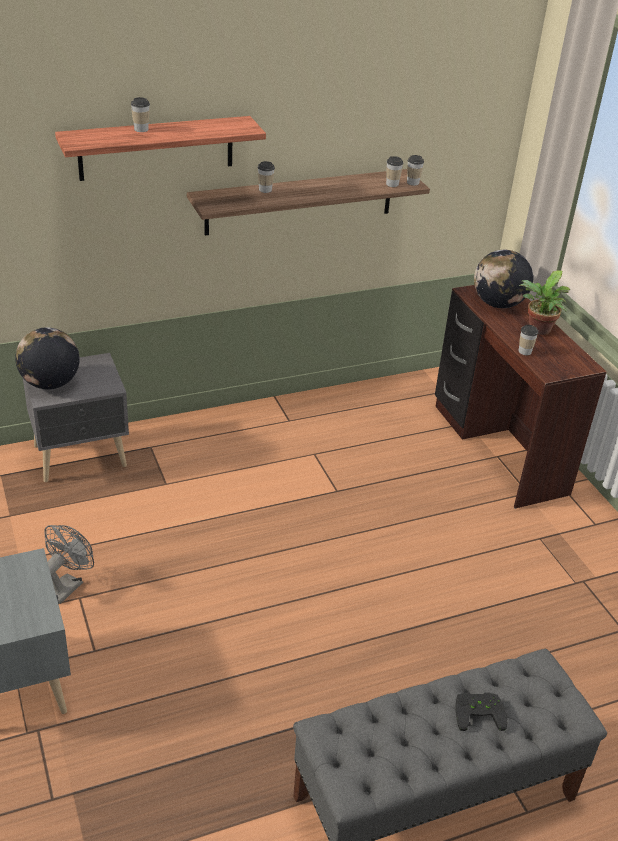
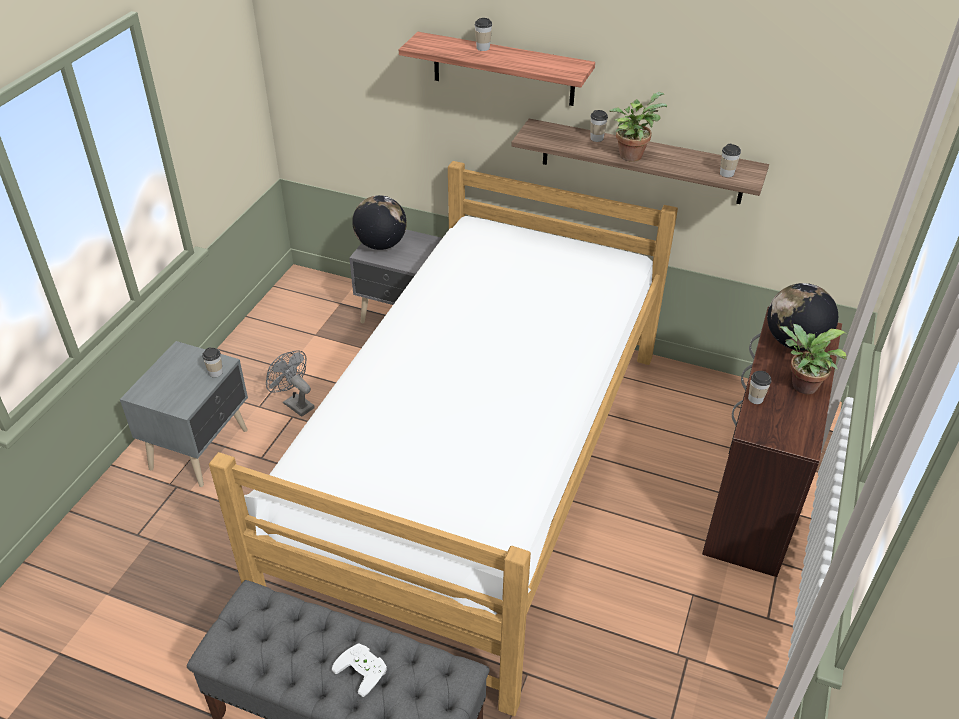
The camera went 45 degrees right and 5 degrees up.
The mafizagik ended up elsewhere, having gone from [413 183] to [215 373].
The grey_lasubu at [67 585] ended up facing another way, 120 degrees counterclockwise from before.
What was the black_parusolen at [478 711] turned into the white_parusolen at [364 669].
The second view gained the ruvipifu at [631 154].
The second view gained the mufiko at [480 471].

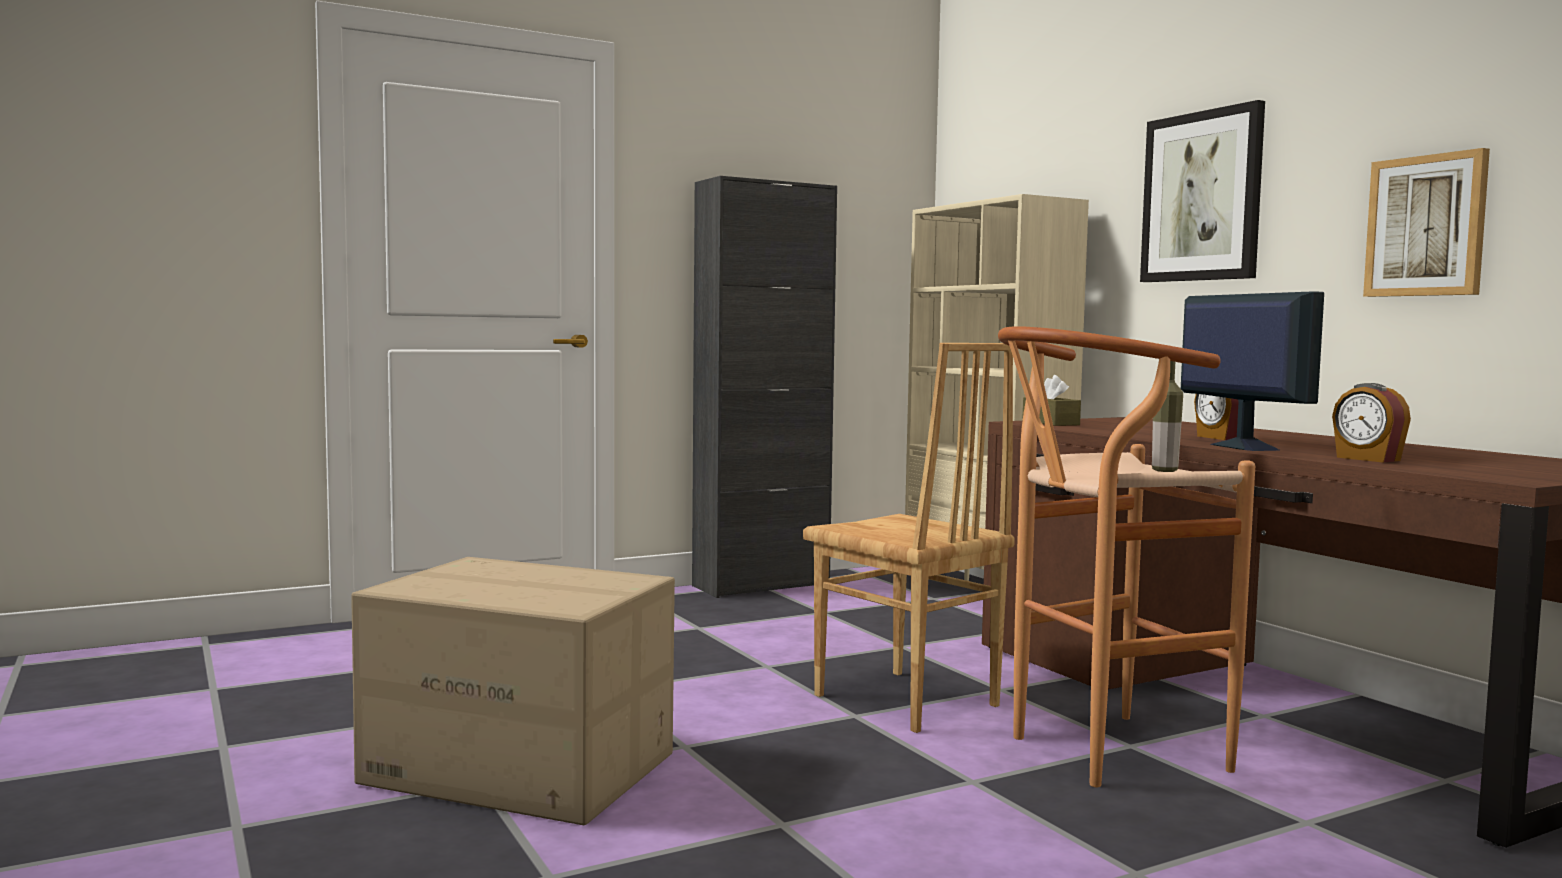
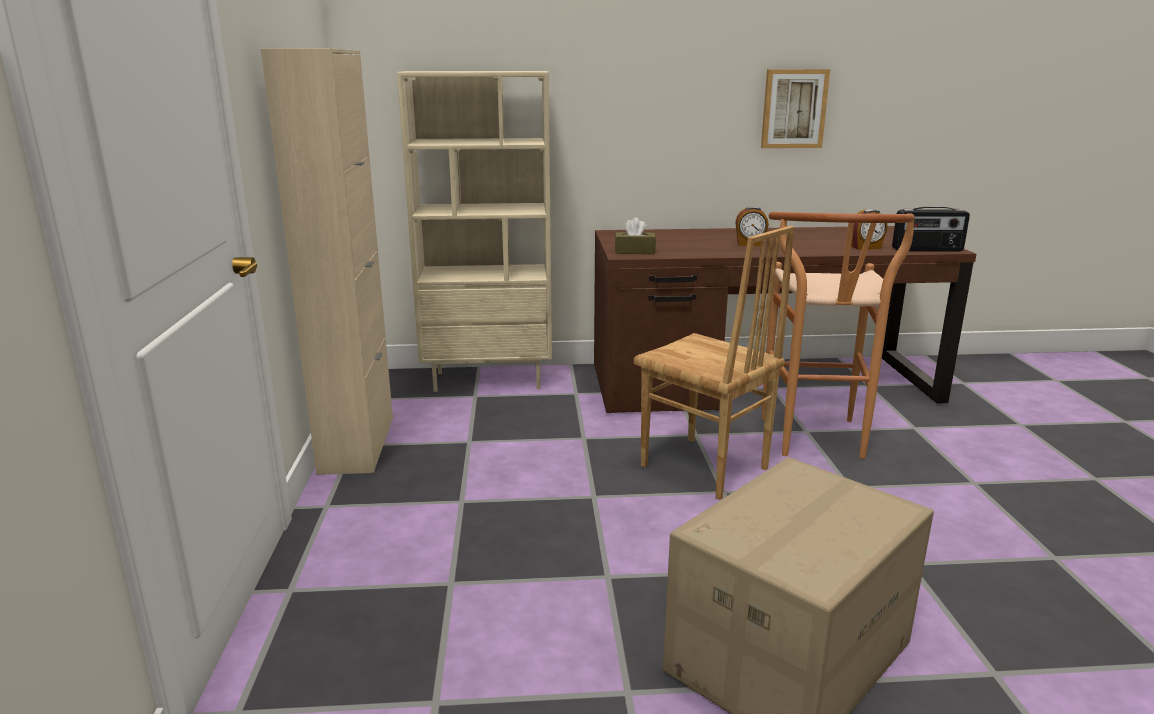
The camera went 65 degrees left and 15 degrees up.
The second view lost the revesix at [1202 197].
What was the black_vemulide at [761 585] turned into the beige_vemulide at [357 445].
The second view lost the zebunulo at [1242 447].
The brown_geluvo at [905 701] ended up facing another way, 60 degrees clockwise from before.
The second view lost the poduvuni at [1164 471].
The second view gained the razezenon at [927 250].

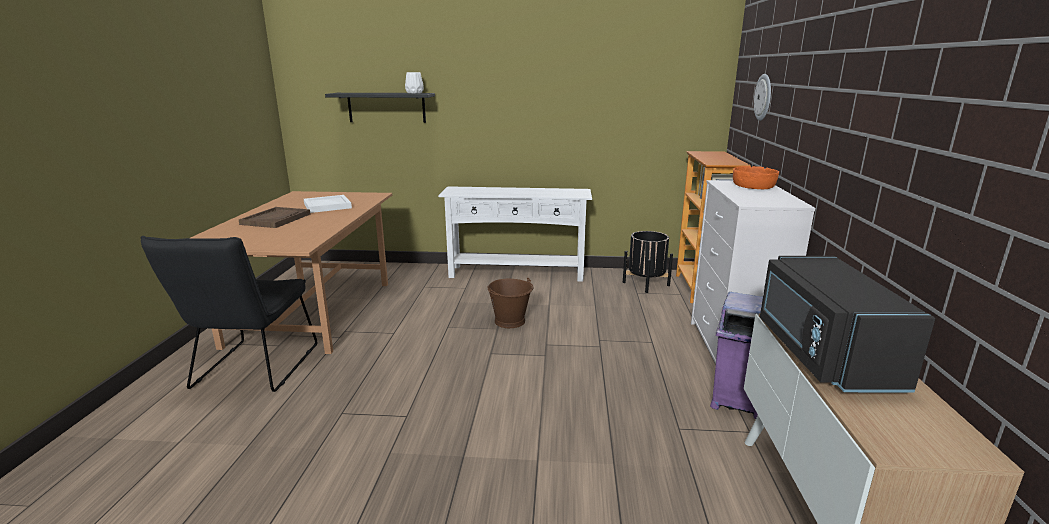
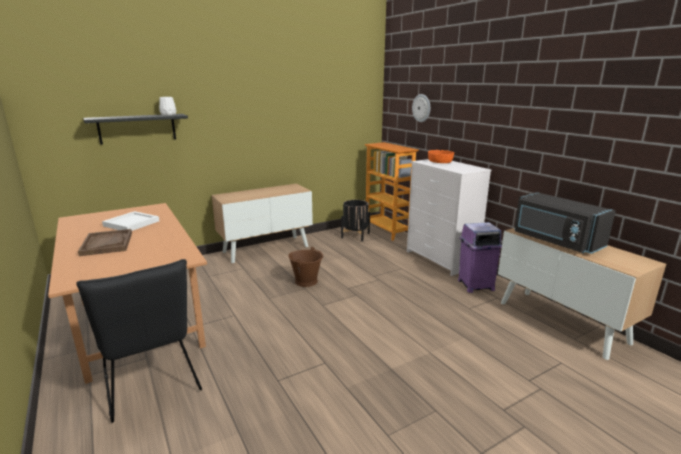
The camera went 35 degrees left and 0 degrees up.
Where the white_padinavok stood at [516 273], the vemulide came to stand at [266 249].

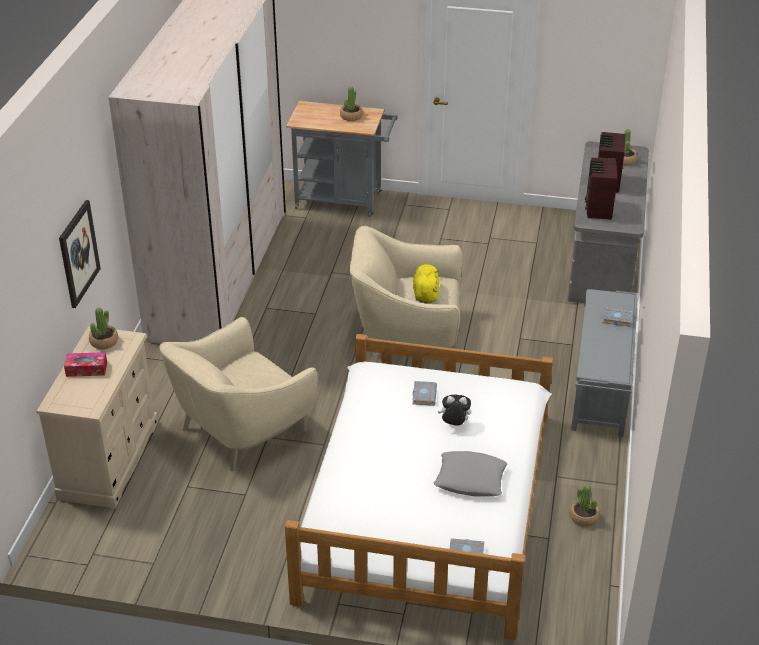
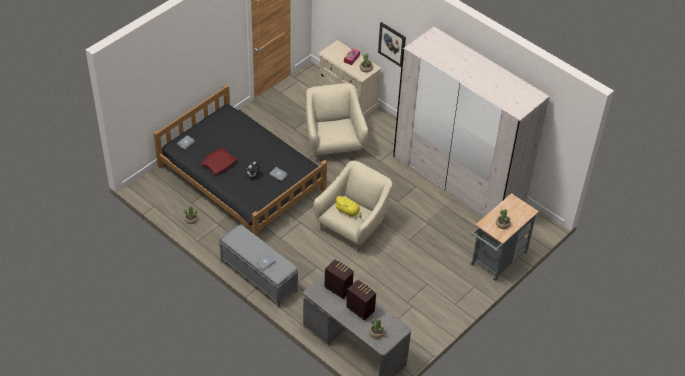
The camera went 120 degrees right and 10 degrees up.
What was the white_mufiko at [427 502] turned into the black_mufiko at [242 177].
What was the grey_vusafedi at [470 479] turned into the red_vusafedi at [219 163].

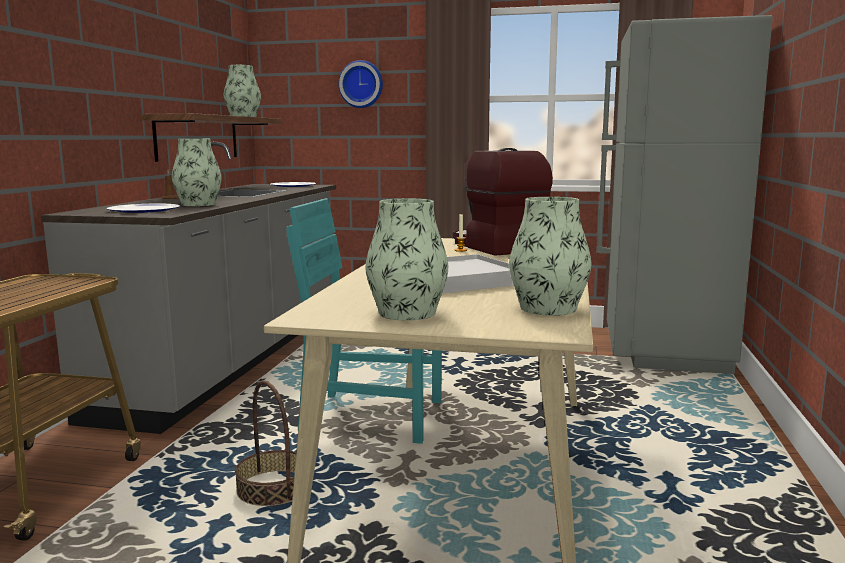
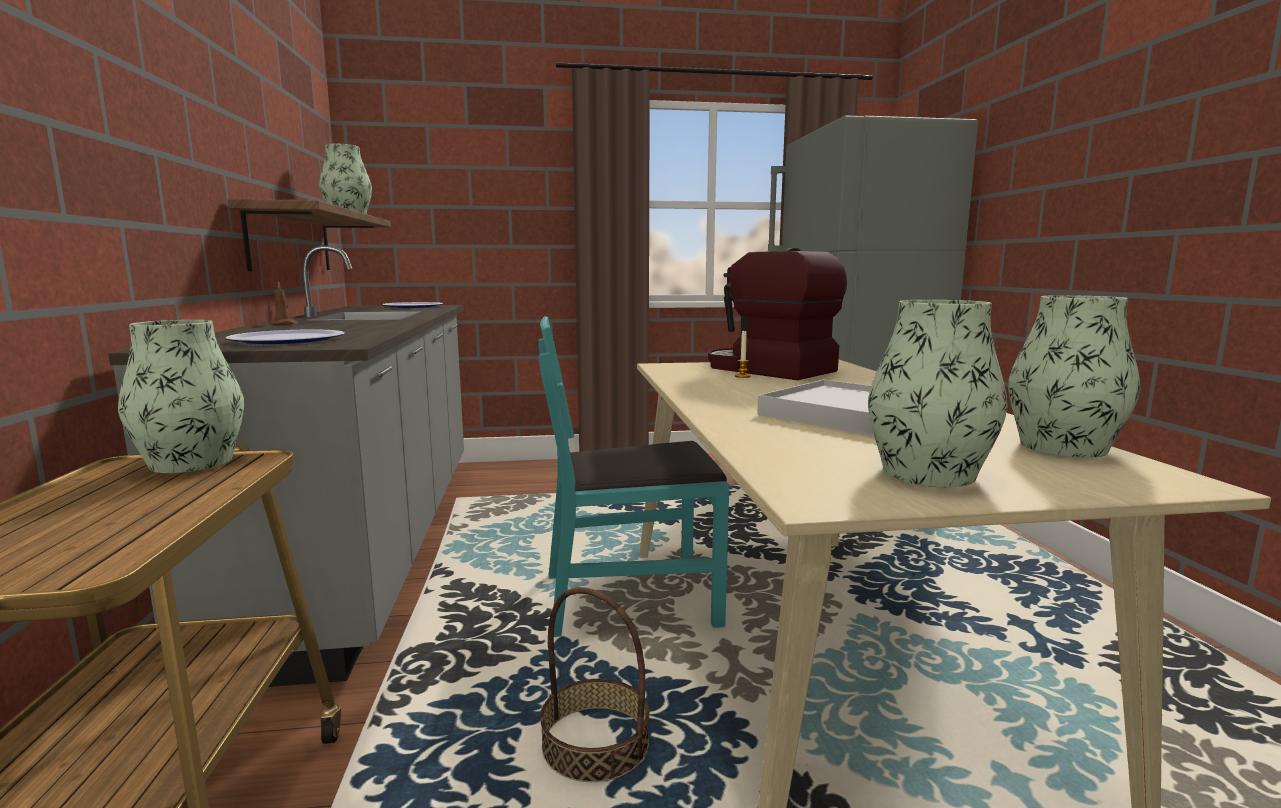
The camera went 20 degrees left and 0 degrees up.
The second view lost the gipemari at [361 84].
The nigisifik ended up elsewhere, having gone from [198 204] to [191 462].

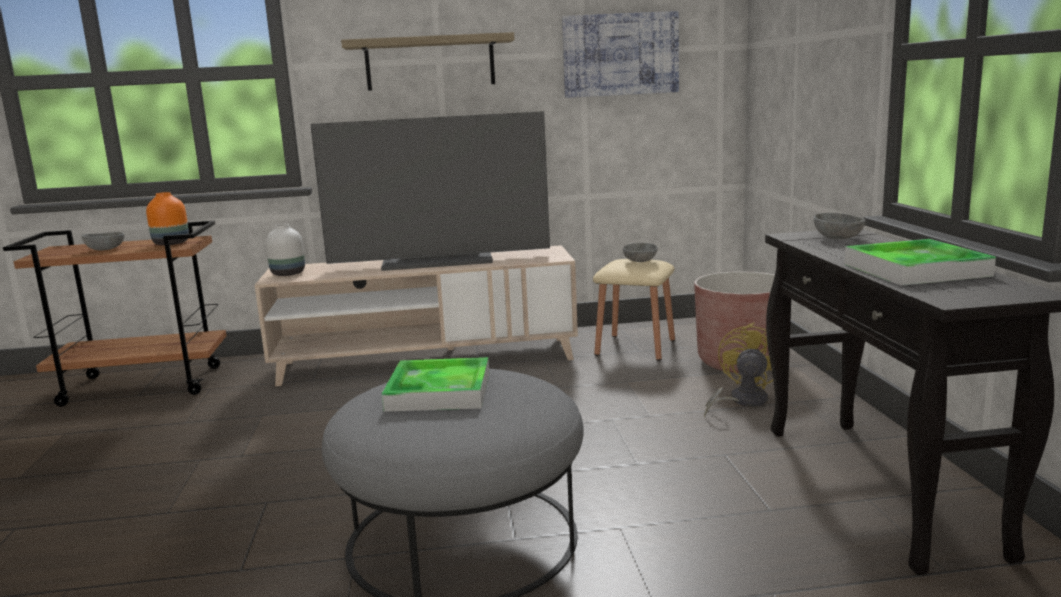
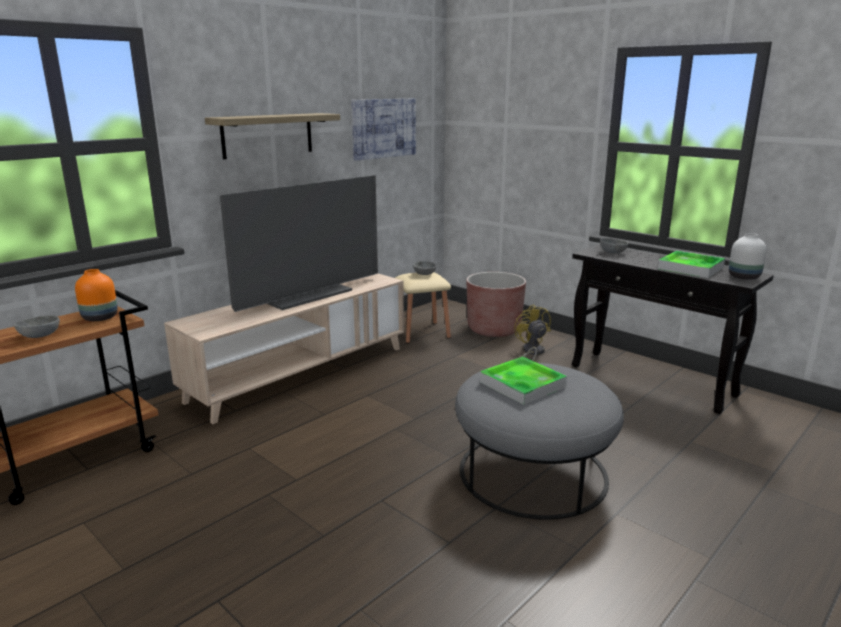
The camera went 40 degrees left and 5 degrees up.
The white_nigisifik ended up elsewhere, having gone from [287 274] to [744 277].

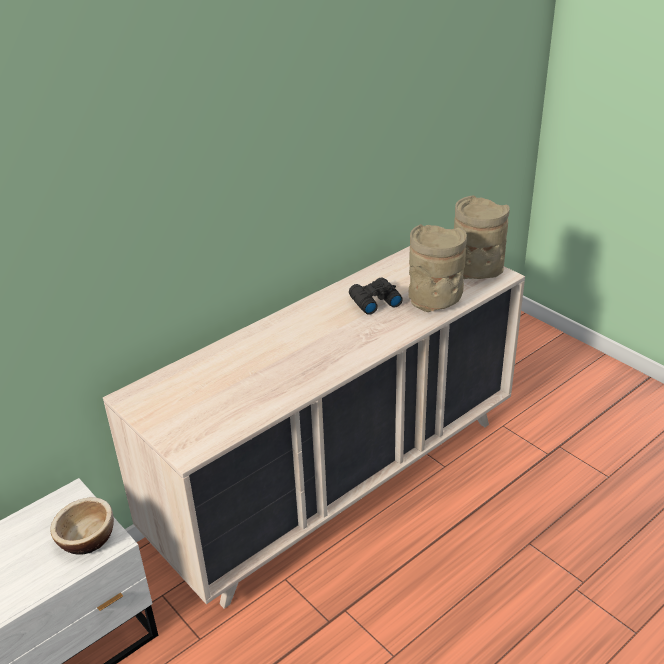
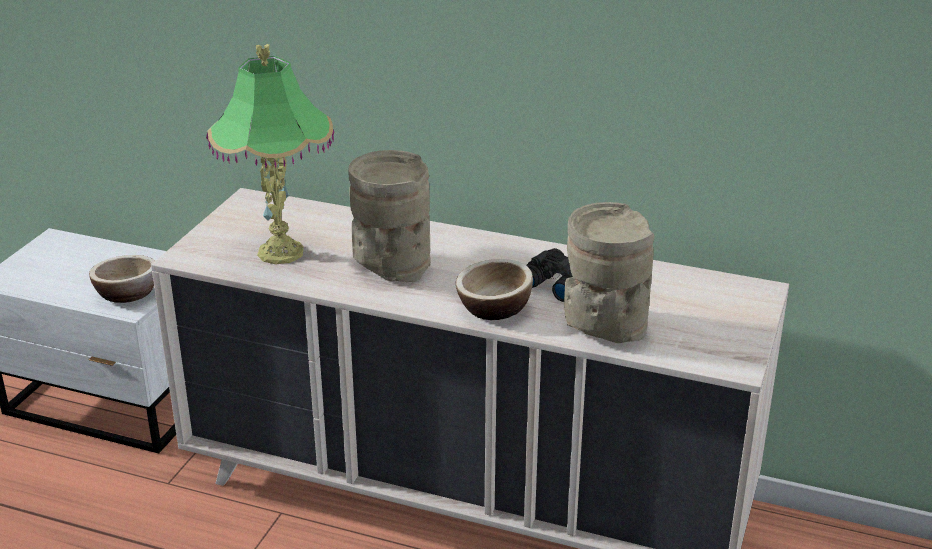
The camera went 60 degrees right and 5 degrees down.
The beige_nigisifik ended up elsewhere, having gone from [476 272] to [391 266].
The second view gained the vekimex at [281 252].
The second view gained the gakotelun at [494 308].

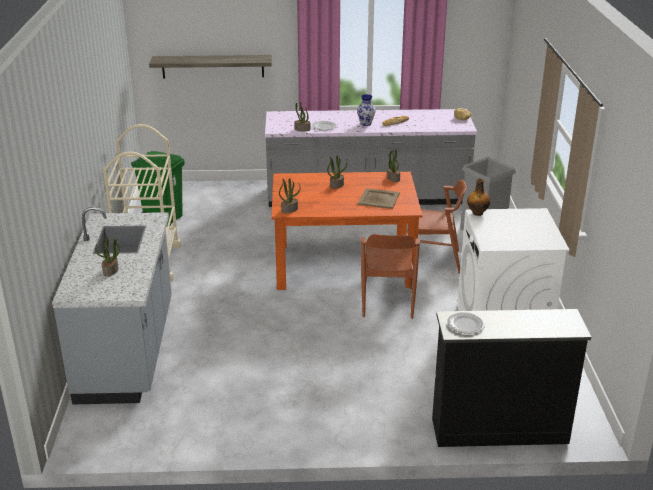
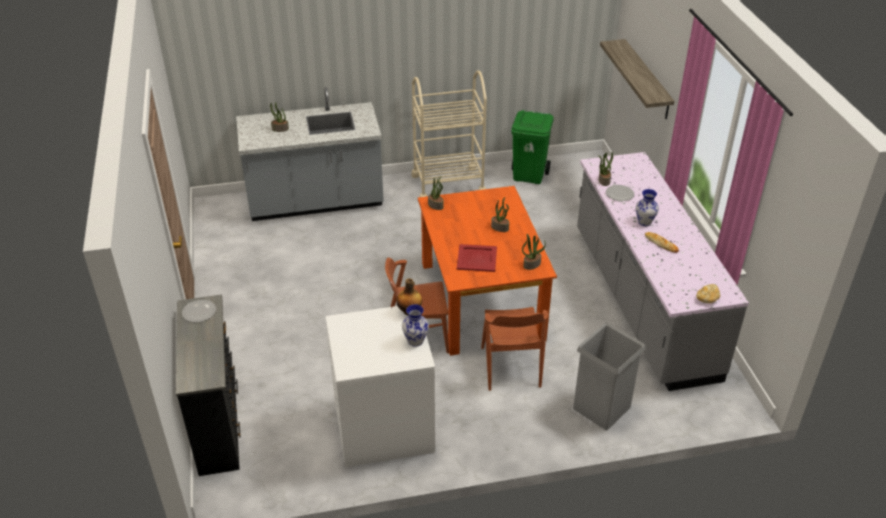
The camera went 80 degrees right and 10 degrees up.
What was the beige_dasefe at [379 199] turned into the red_dasefe at [476 258].
The second view gained the nigisifik at [415 341].

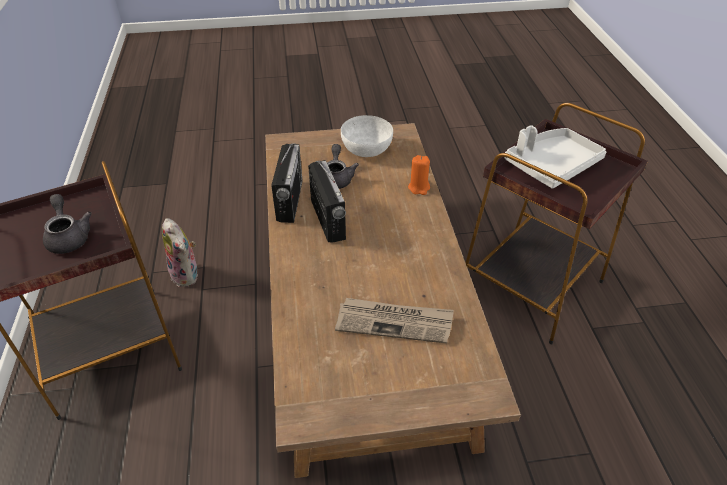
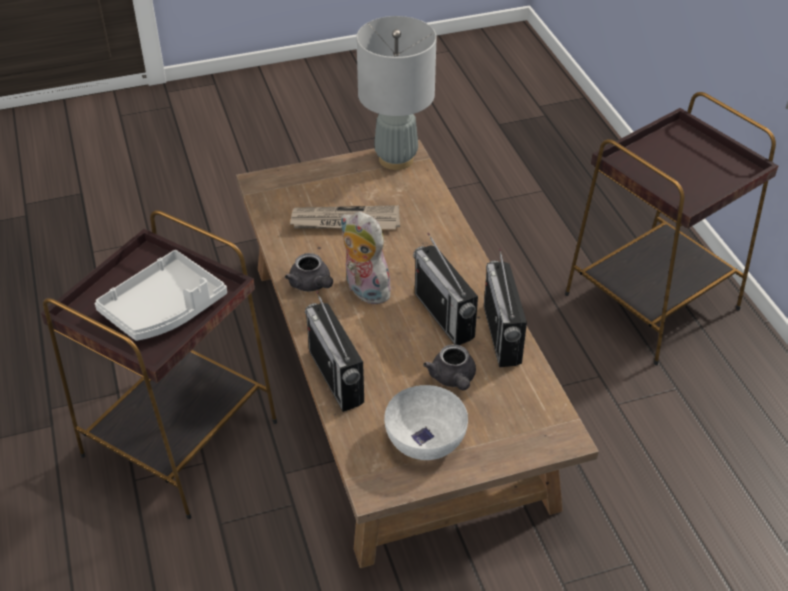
The camera went 170 degrees right and 0 degrees up.
Where the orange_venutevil stood at [419 188], the razezenon came to stand at [336 377].
The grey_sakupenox ended up elsewhere, having gone from [69 236] to [312 285].
The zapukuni ended up elsewhere, having gone from [187 275] to [364 290].
The second view gained the grey_vekimex at [396 159].

